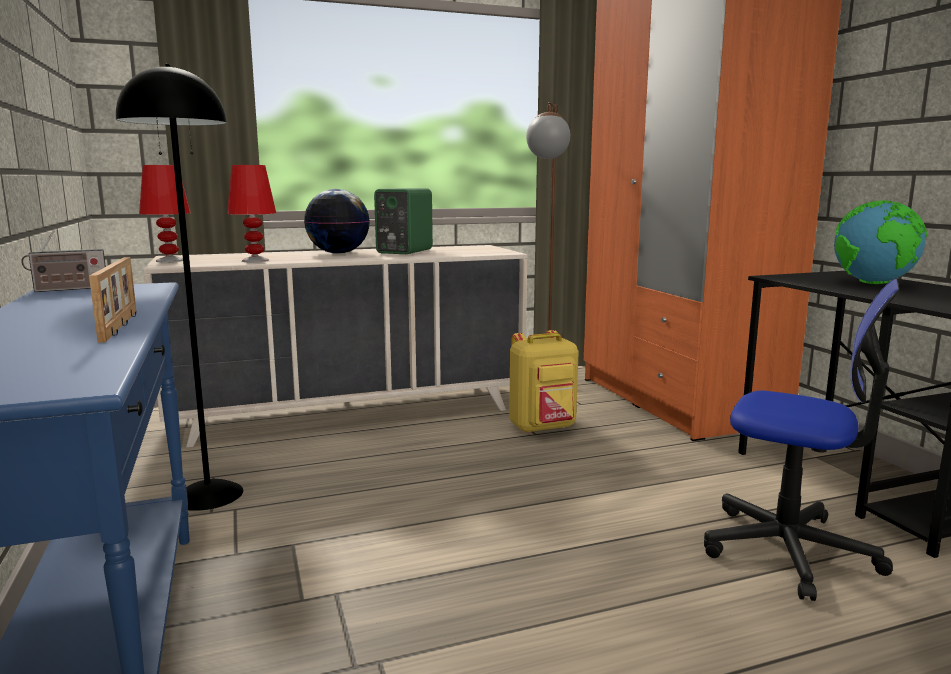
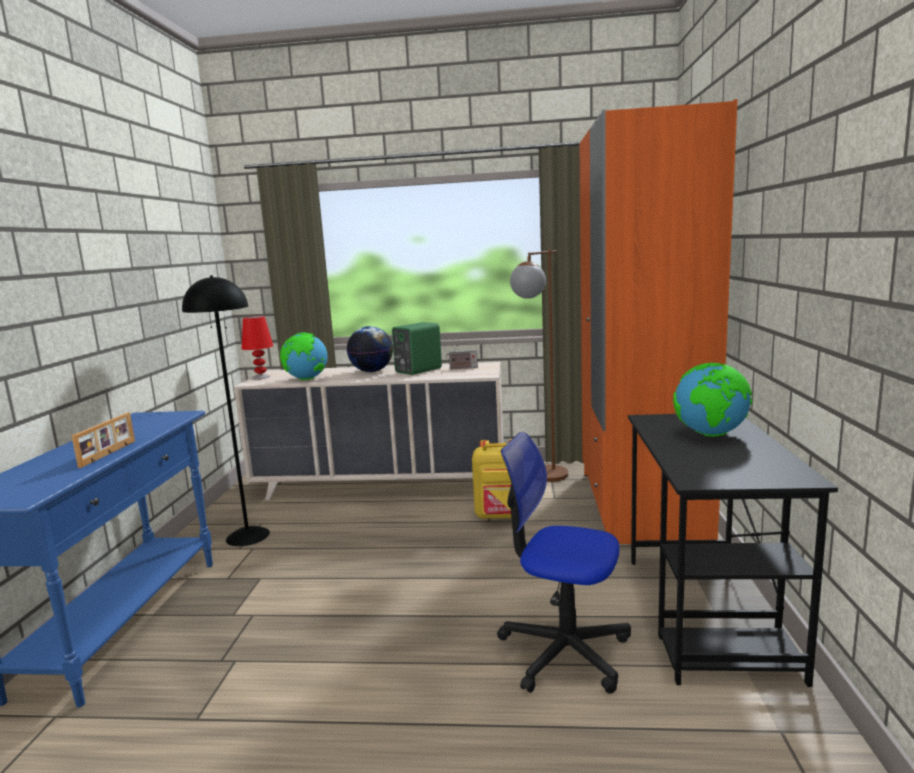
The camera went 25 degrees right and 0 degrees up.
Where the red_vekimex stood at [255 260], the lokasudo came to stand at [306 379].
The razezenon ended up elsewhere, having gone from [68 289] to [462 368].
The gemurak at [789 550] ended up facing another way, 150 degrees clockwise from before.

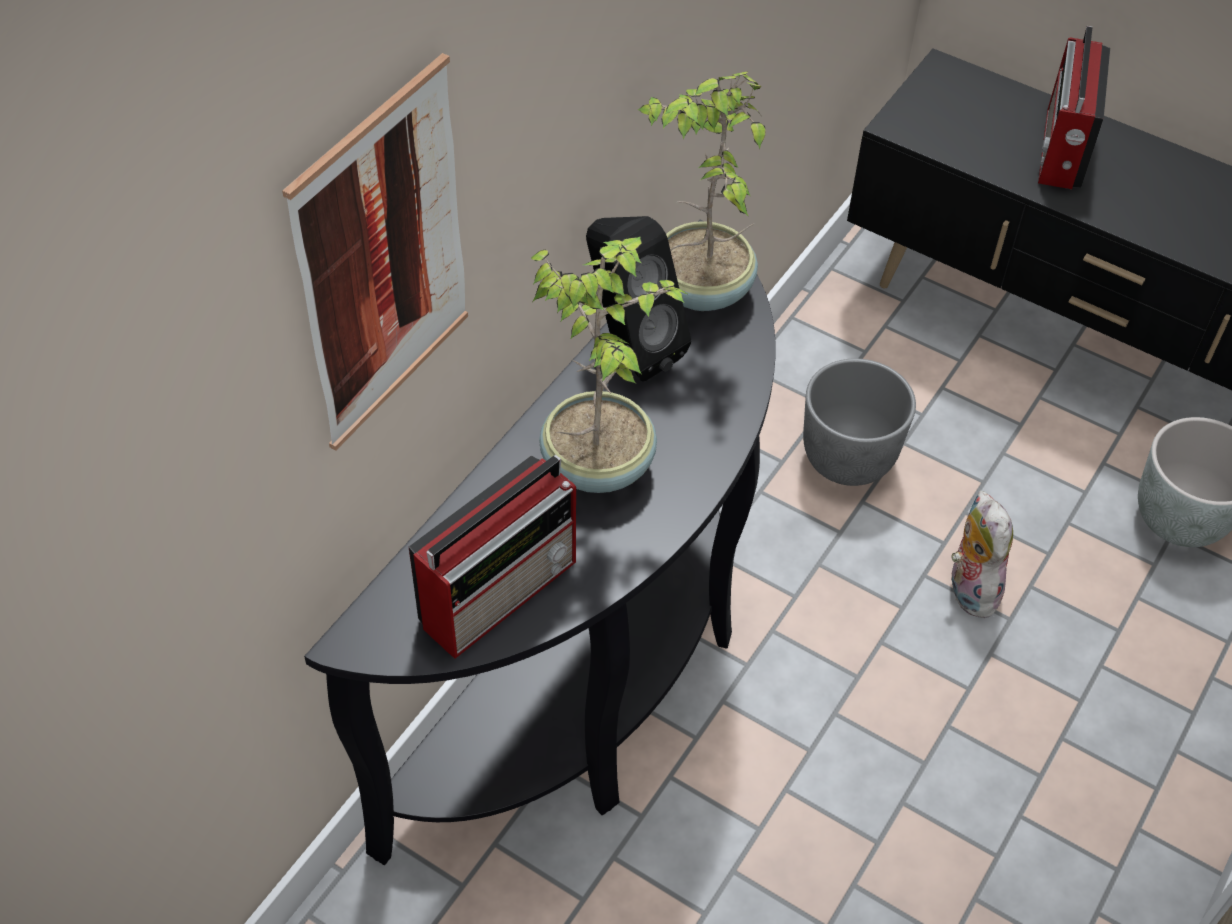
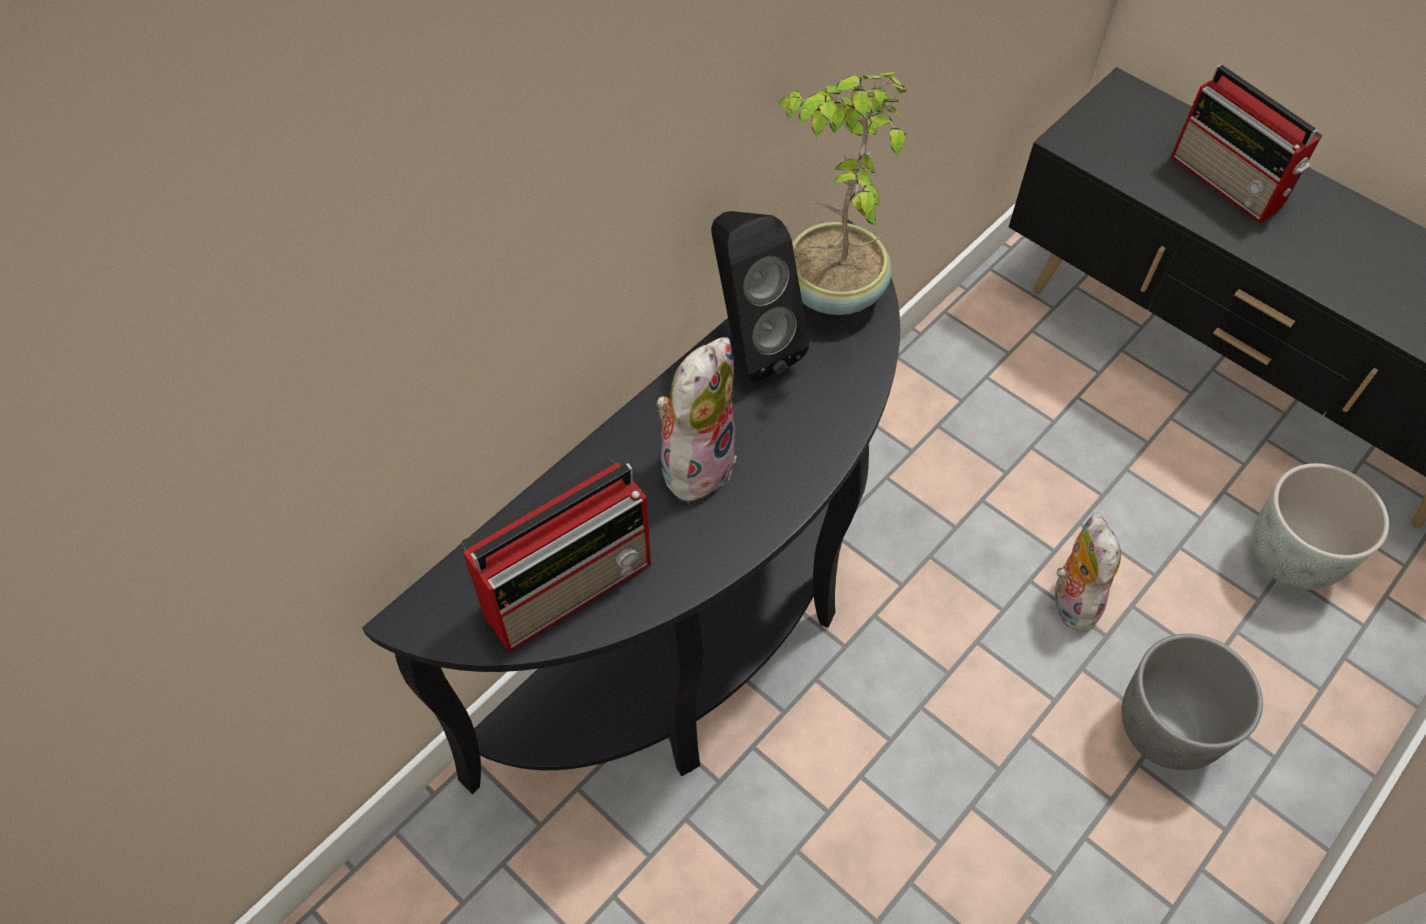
The camera went 10 degrees right and 5 degrees up.
The razezenon at [1061 151] ended up facing another way, 60 degrees counterclockwise from before.
The second view lost the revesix at [383 259].
Where the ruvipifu stood at [599 462], the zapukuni came to stand at [695 461].
The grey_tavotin ended up elsewhere, having gone from [846 460] to [1163 730].

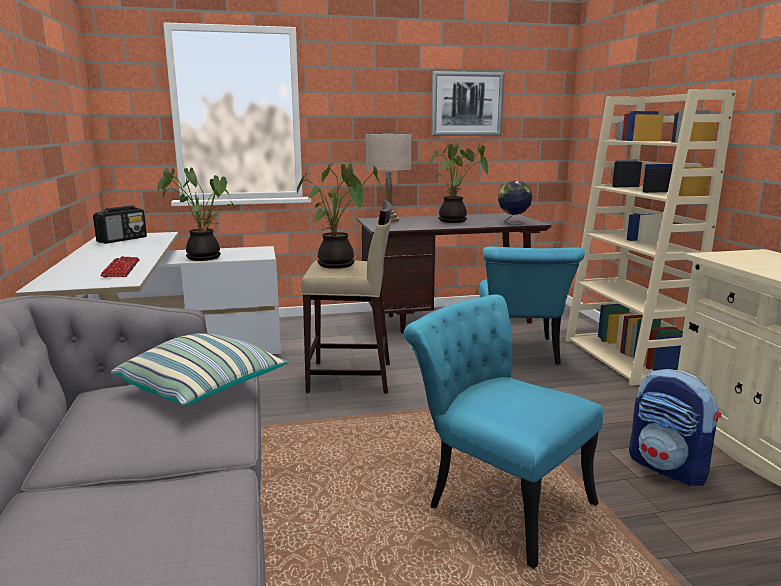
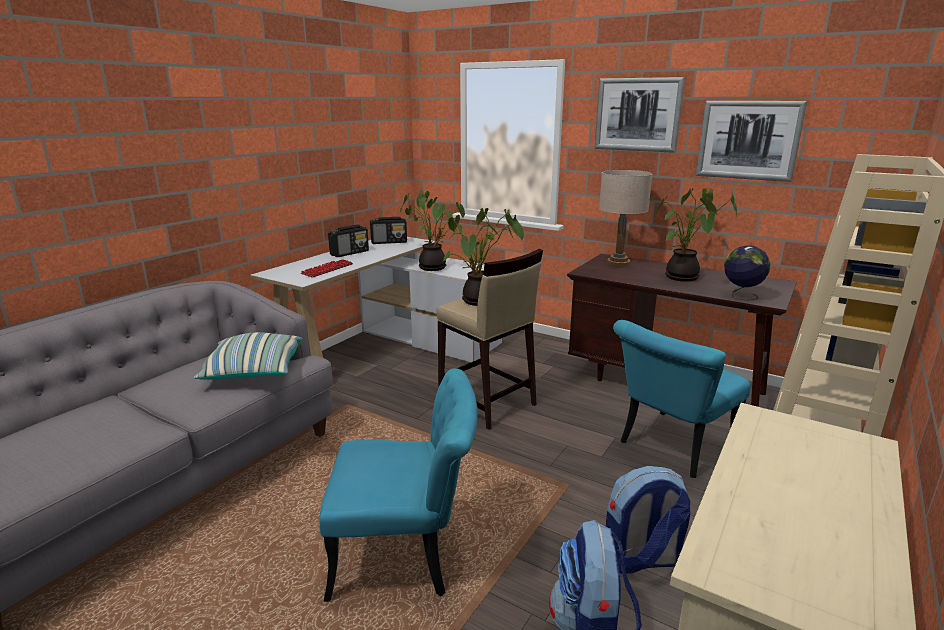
The camera went 45 degrees right and 5 degrees up.
The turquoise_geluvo at [497 499] ended up facing another way, 90 degrees clockwise from before.
The second view gained the revesix at [637 114].
The second view gained the razezenon at [350 253].
The second view gained the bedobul at [640 560].

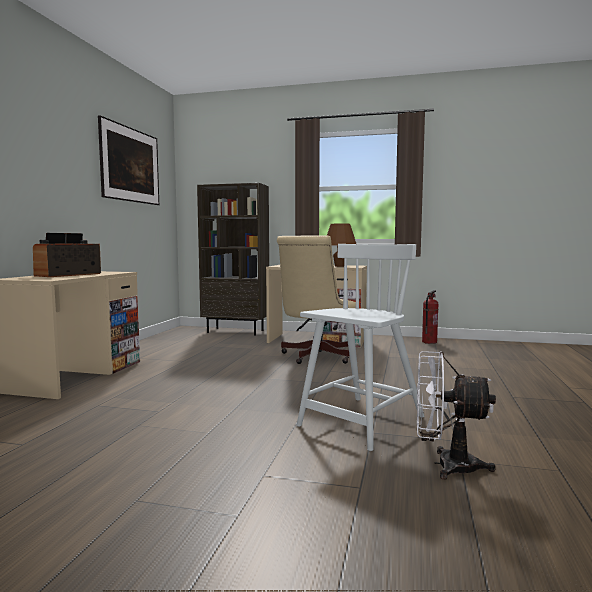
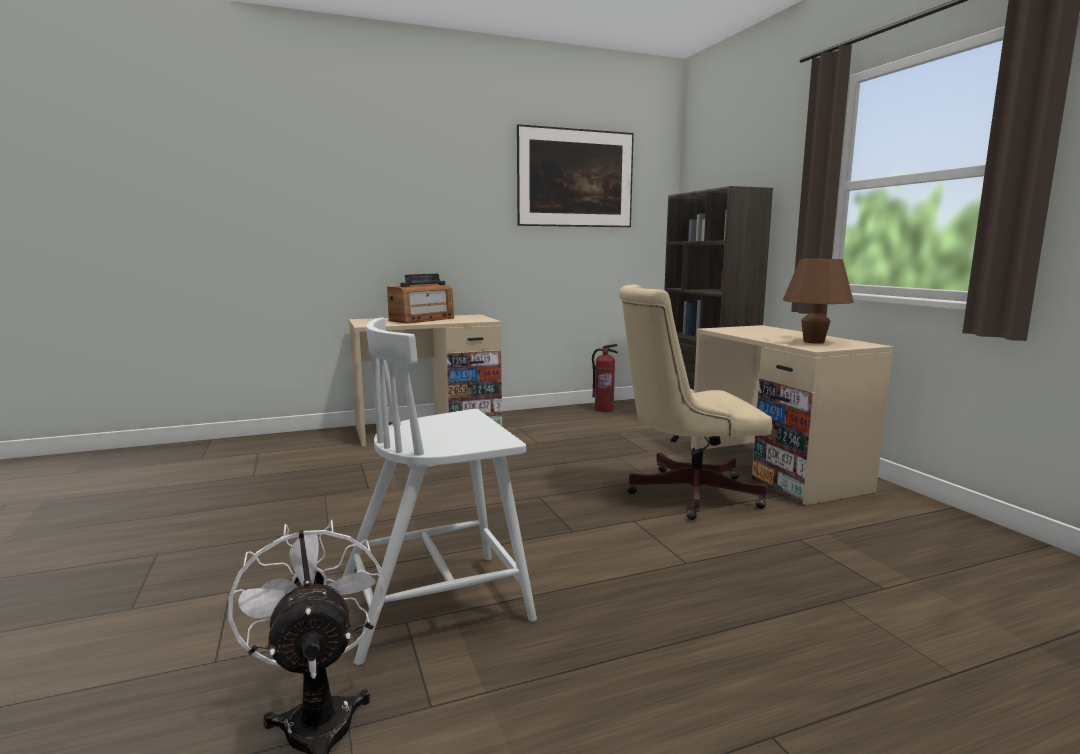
The camera went 55 degrees right and 5 degrees up.
The razezenon at [68 275] ended up facing another way, 135 degrees clockwise from before.
The white_geluvo at [361 422] ended up facing another way, 150 degrees clockwise from before.
The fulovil ended up elsewhere, having gone from [429 342] to [604 409].

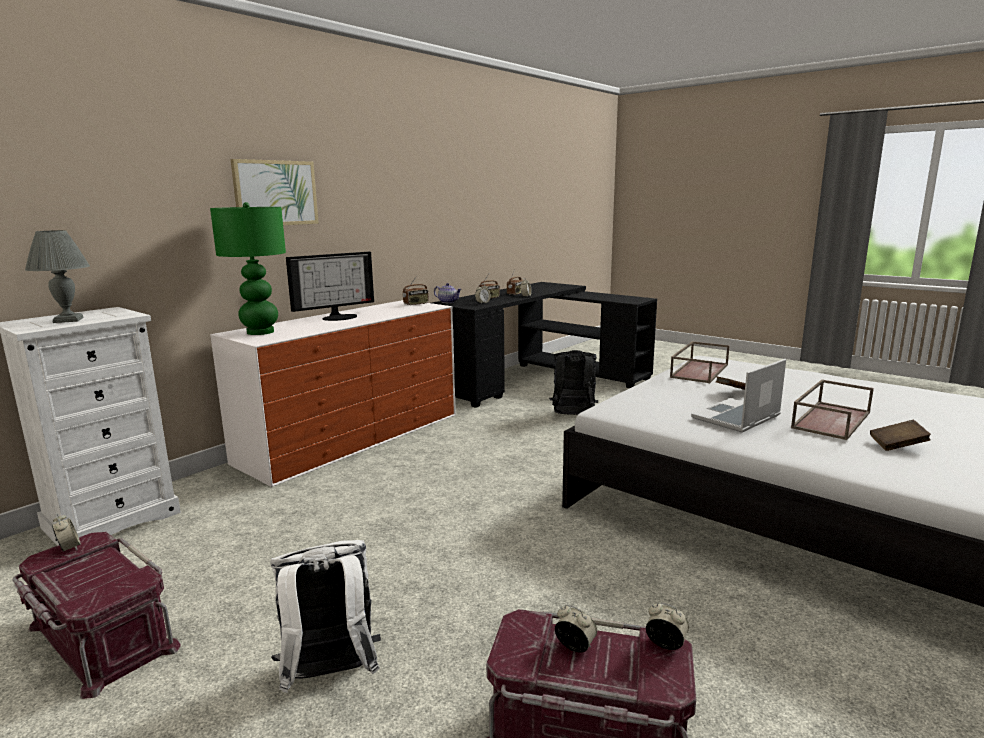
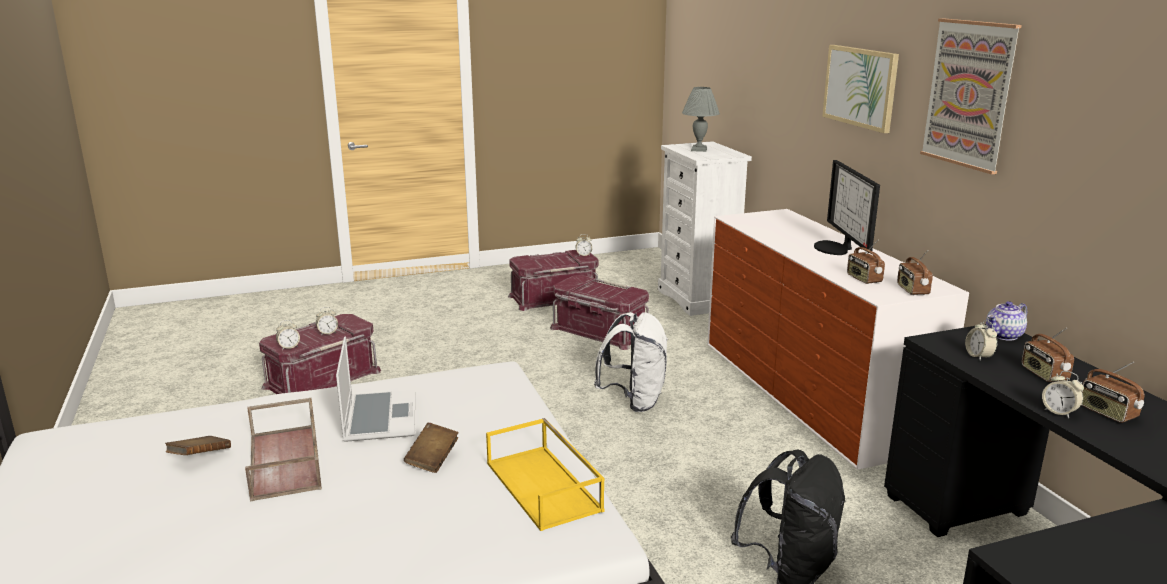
The camera went 120 degrees right and 5 degrees up.
The second view lost the green_vekimex at [260 332].
What was the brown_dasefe at [699 370] turned into the yellow_dasefe at [545 487].
The white_bedobul ended up elsewhere, having gone from [330 676] to [634 401].
The second view gained the revesix at [969 94].
The second view gained the razezenon at [863 279].
The second view gained the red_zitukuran at [599 331].

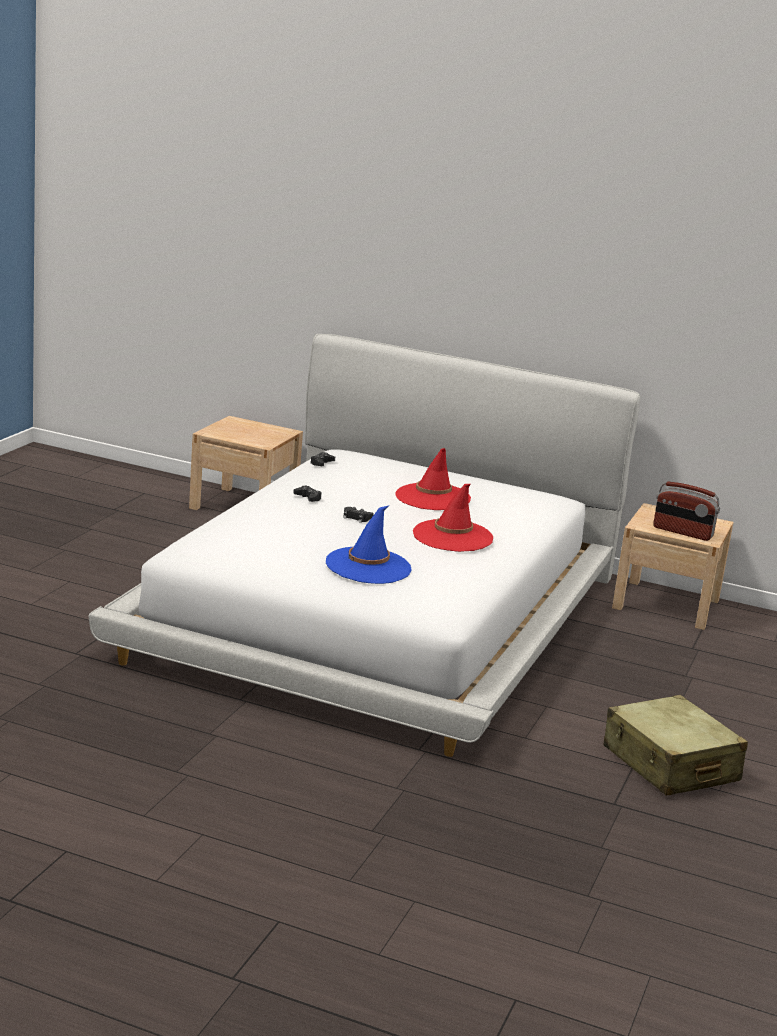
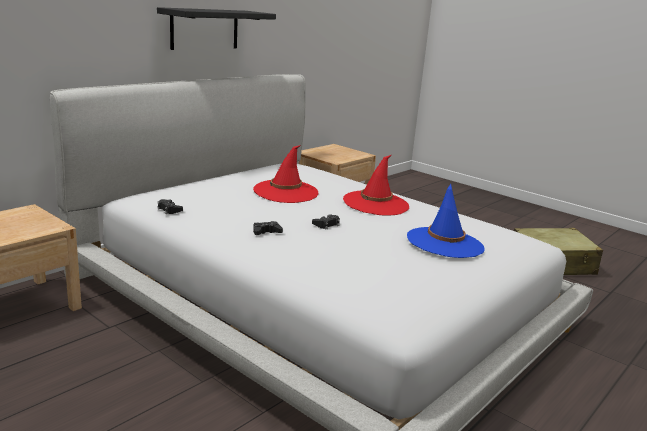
The camera went 70 degrees left and 0 degrees up.
The second view lost the razezenon at [682 532].
The second view gained the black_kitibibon at [204 29].

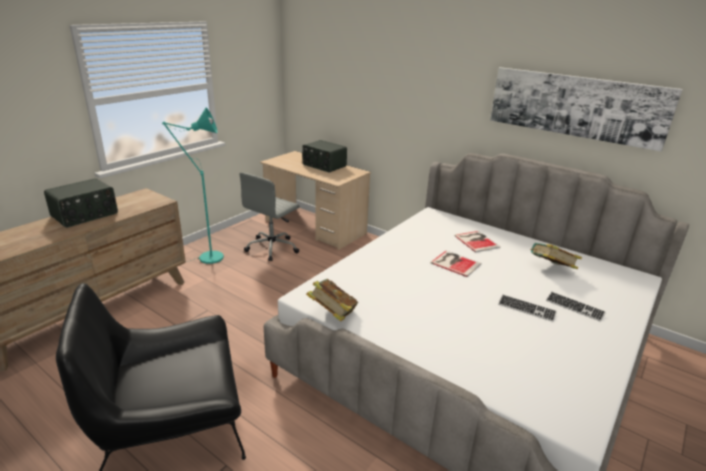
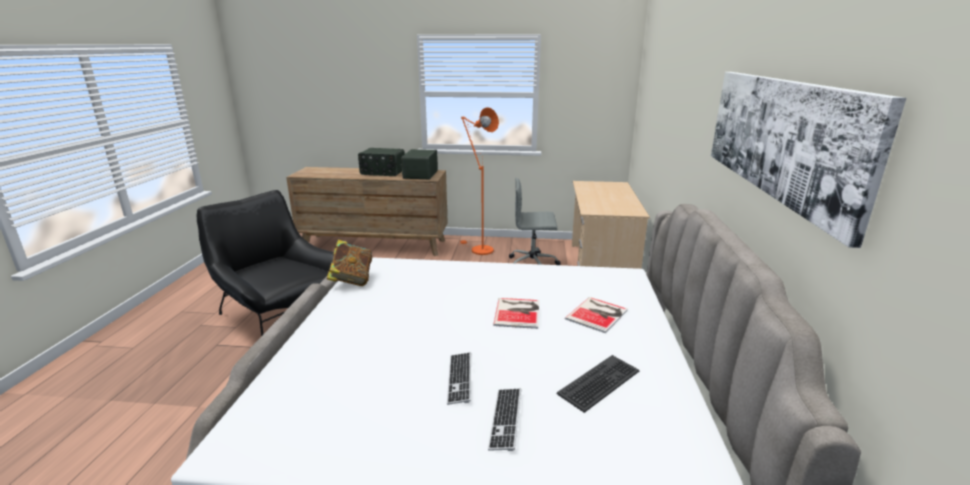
The camera went 60 degrees right and 5 degrees down.
What was the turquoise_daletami at [206 258] turned into the orange_daletami at [478 249].
The razezenon ended up elsewhere, having gone from [324 166] to [420 174].
Where the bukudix stood at [550 269], the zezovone came to stand at [600 383].

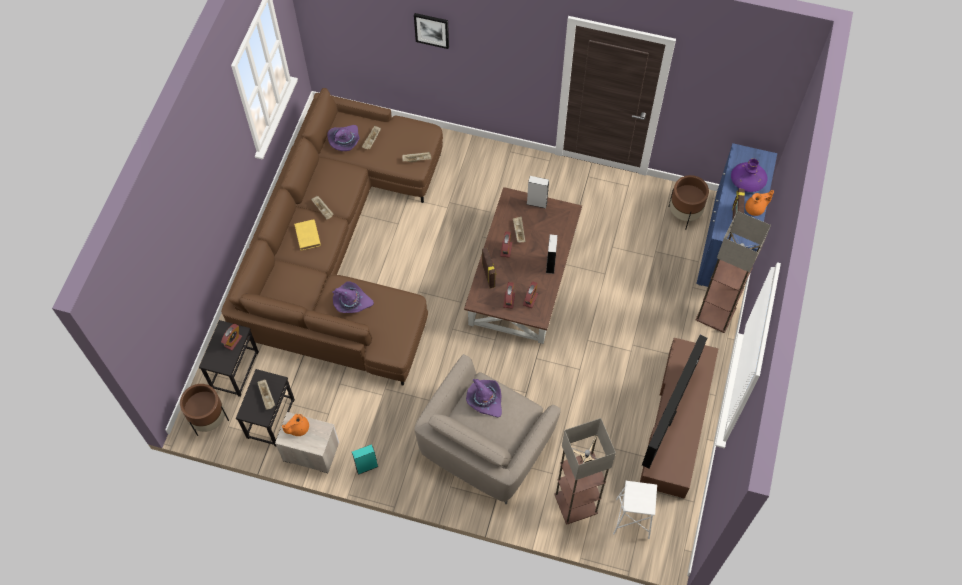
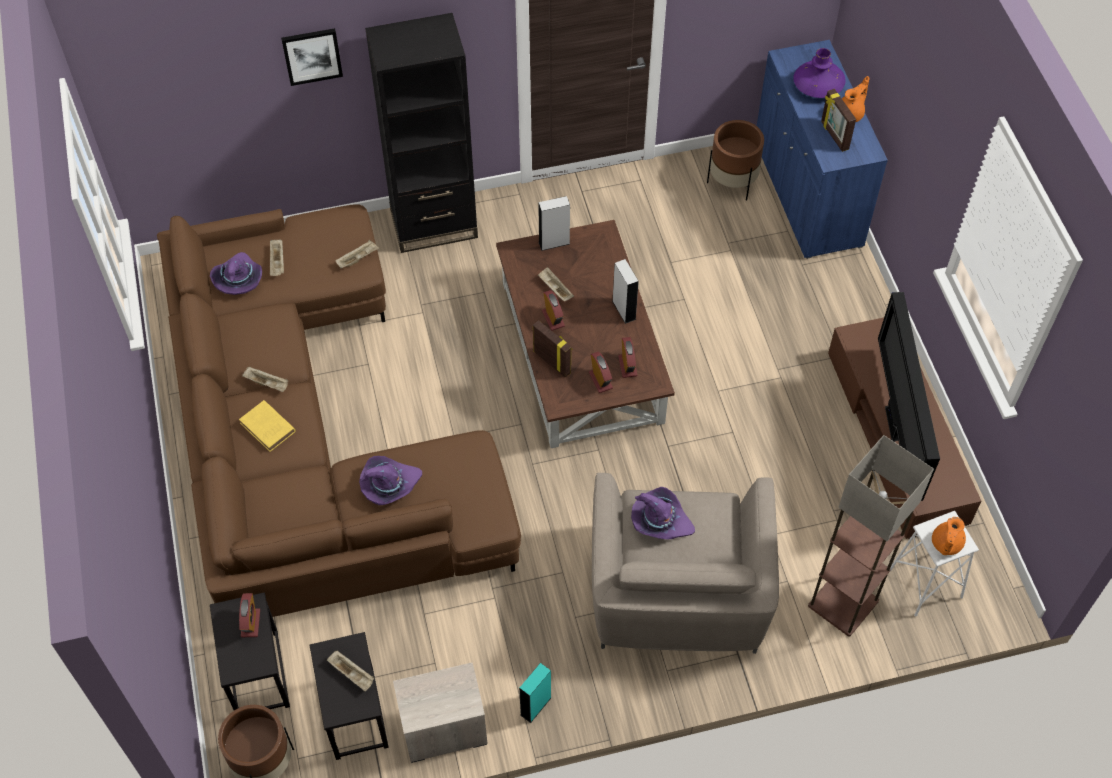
The camera went 30 degrees left and 5 degrees down.
The second view lost the daletami at [716 314].
The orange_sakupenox ended up elsewhere, having gone from [298 428] to [945 544].
The second view gained the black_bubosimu at [434 225].

